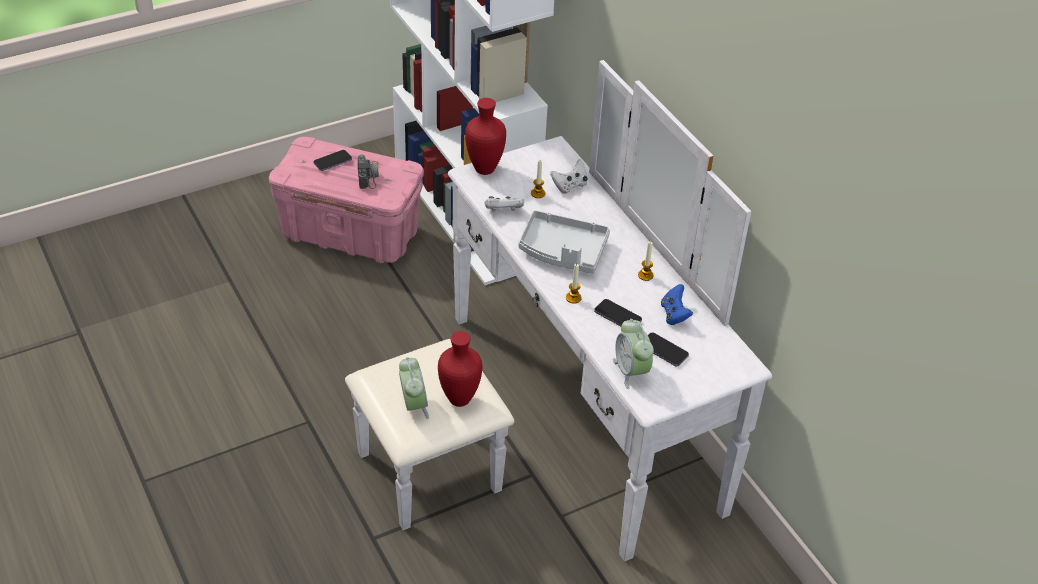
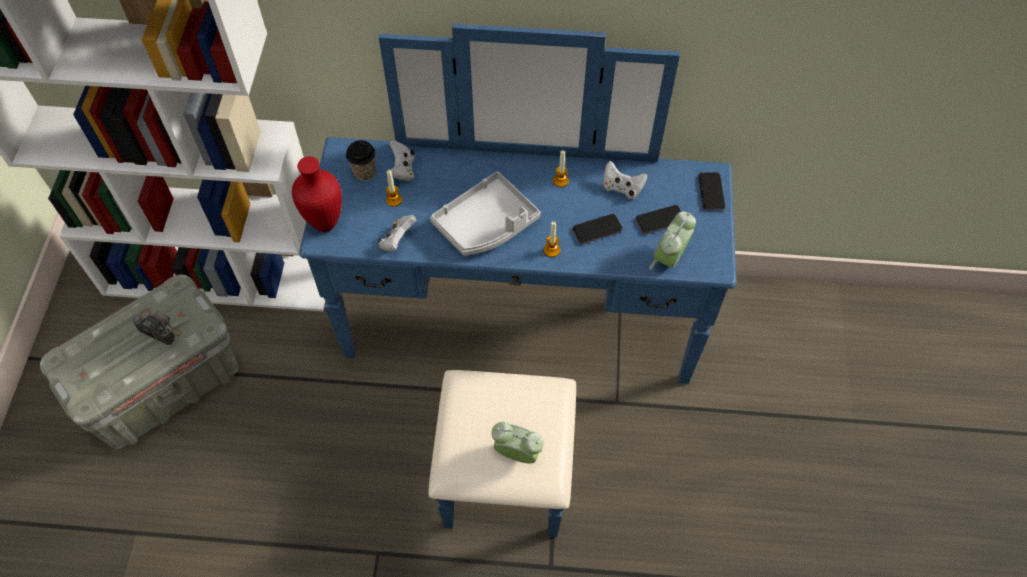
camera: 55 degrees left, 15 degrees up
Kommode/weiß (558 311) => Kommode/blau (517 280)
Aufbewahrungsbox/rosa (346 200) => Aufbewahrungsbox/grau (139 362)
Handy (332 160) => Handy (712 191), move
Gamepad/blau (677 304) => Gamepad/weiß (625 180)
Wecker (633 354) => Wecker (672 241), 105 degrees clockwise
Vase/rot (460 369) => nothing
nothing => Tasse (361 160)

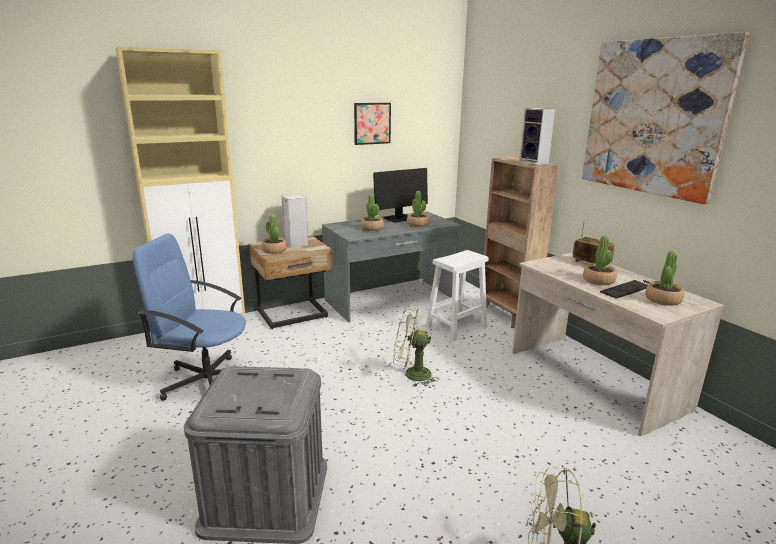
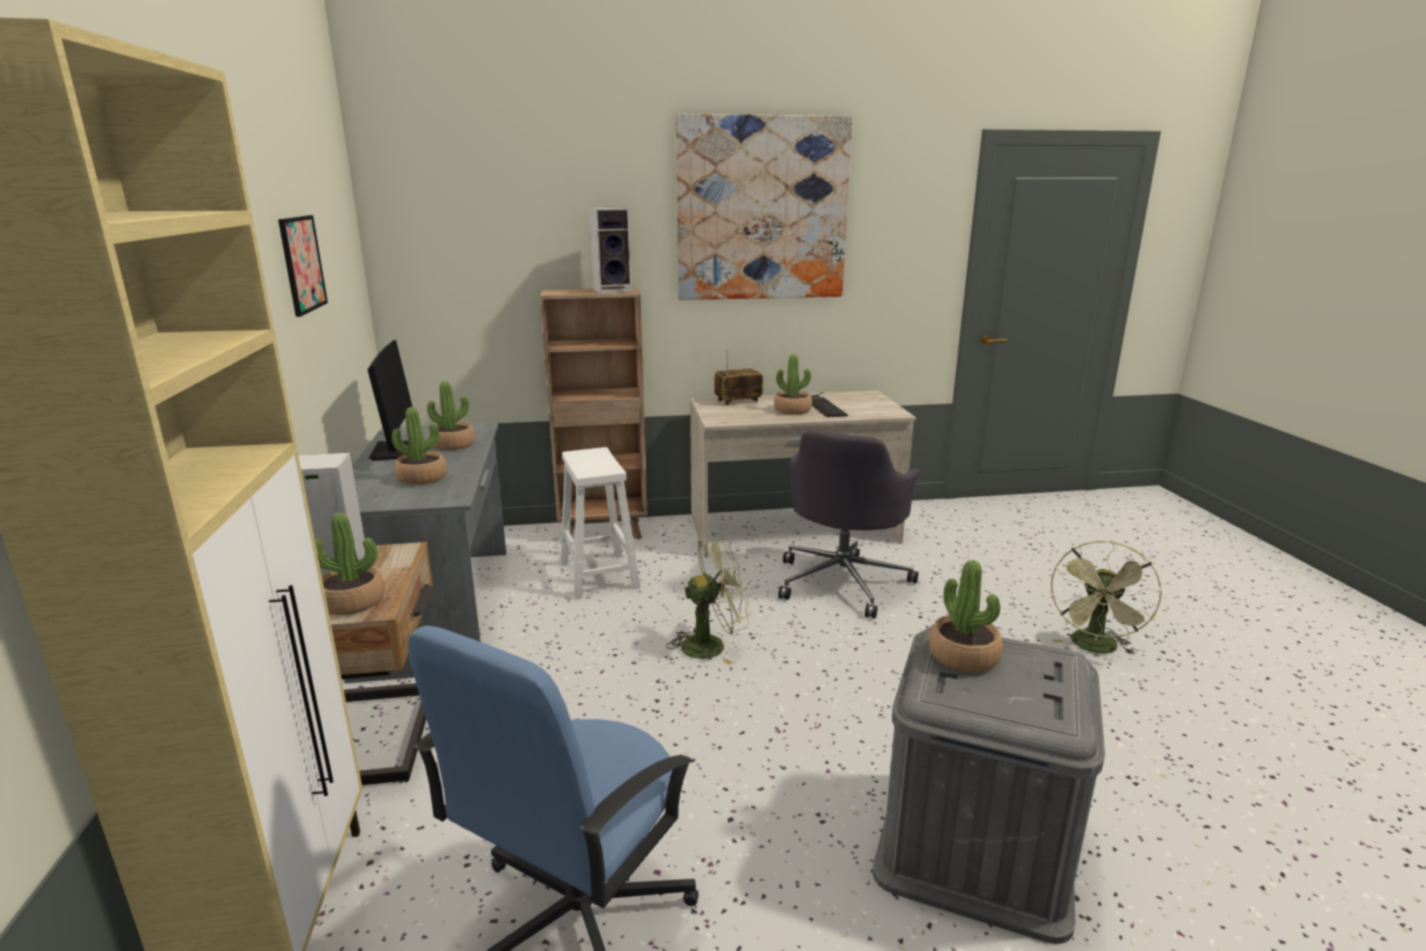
camera: 70 degrees left, 0 degrees up
Topfpflanze (664 278) => Topfpflanze (966 616), move
Ventilator/grün (416 347) => Ventilator/grün (708 600), 135 degrees counterclockwise
nothing => Bürostuhl/grau (849 524)

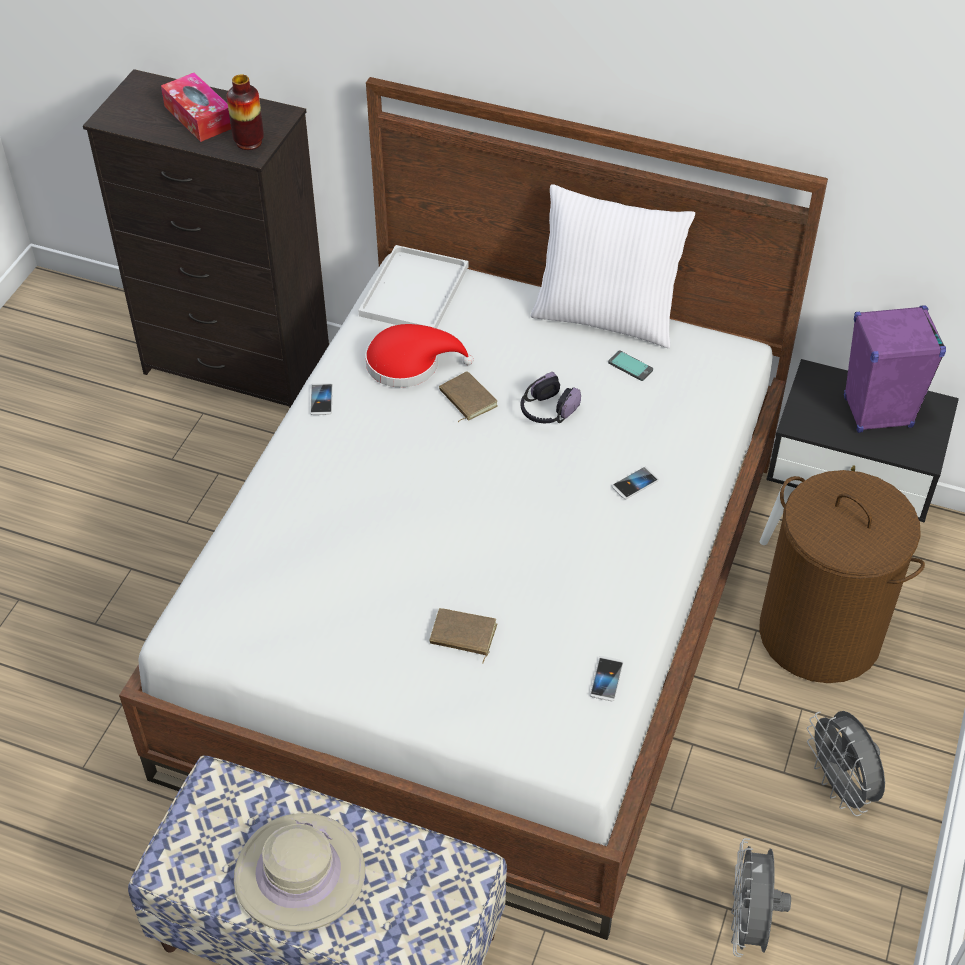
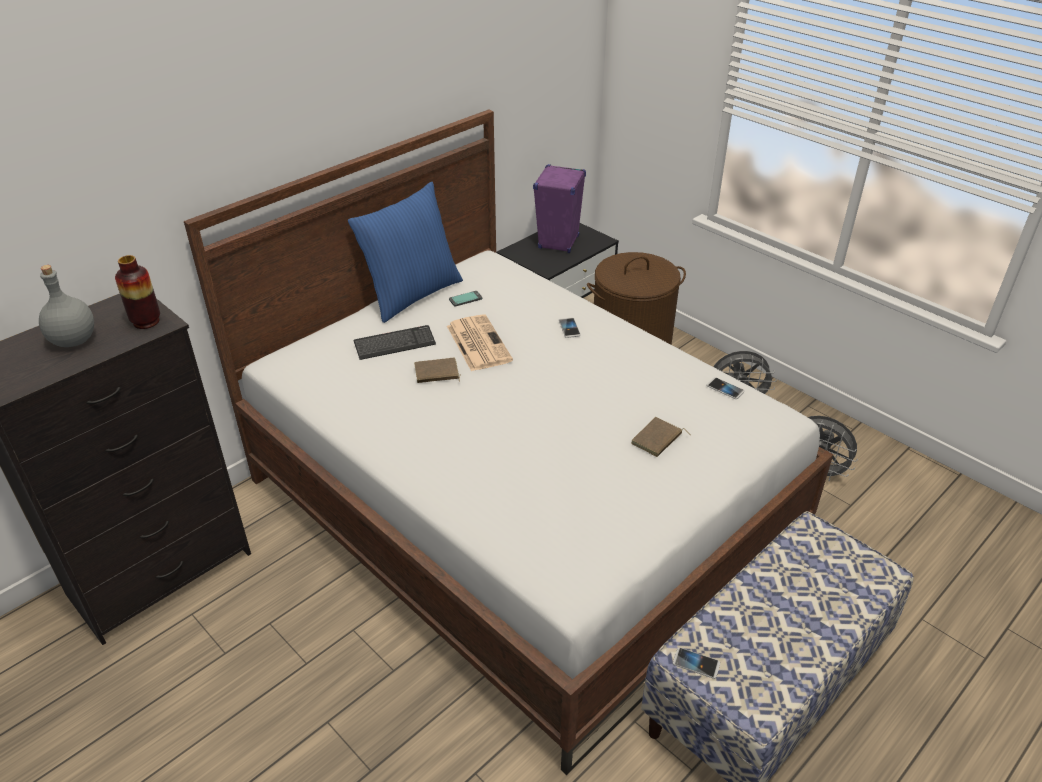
camera: 65 degrees left, 10 degrees down
Taschentuchbox (196 107) => Flasche/grau (66 306)
Kissen/weiß (613 266) => Kissen/blau (405 252)
Tablett/weiß (413 286) => nothing
Hut/rot (419 355) => nothing
Kopfhörer (550 397) => Zeitung (480 342)
Handy (321 399) => Handy (696 663), move
Hut/beige (299 872) => nothing
nothing => Tastatur (395 342)

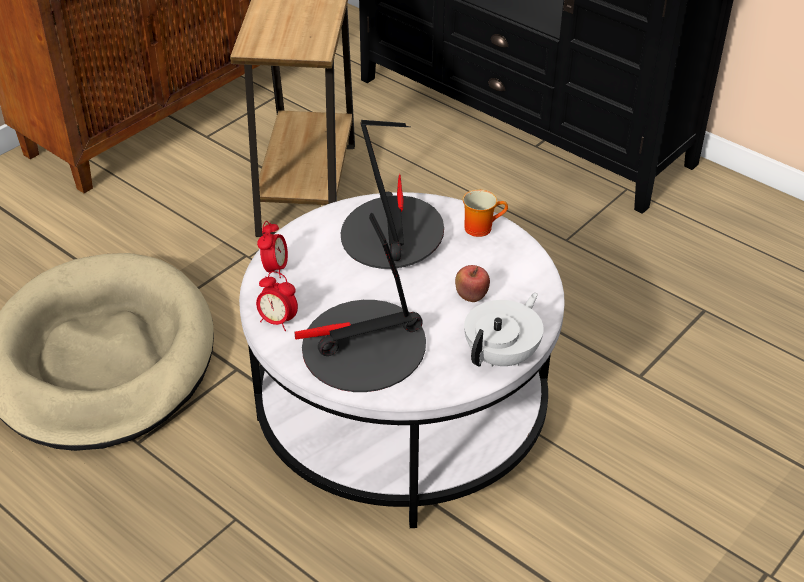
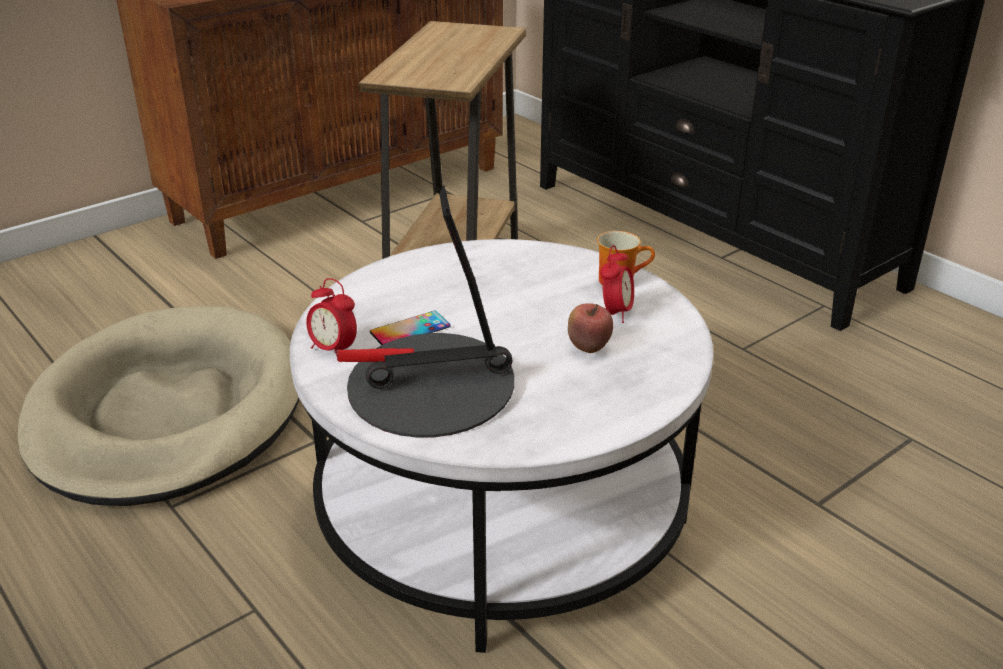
camera: 10 degrees right, 10 degrees down
Tischlampe (392 194) => nothing
Wecker (272 249) => Wecker (617 284), move
Teekanne/weiß (504 330) => nothing
nothing => Handy (410 328)

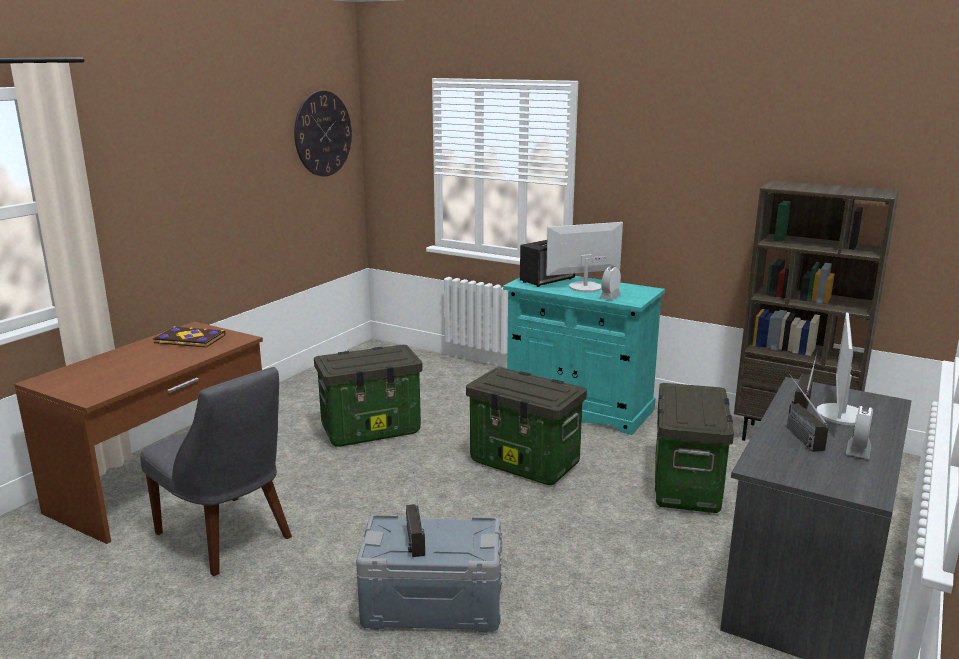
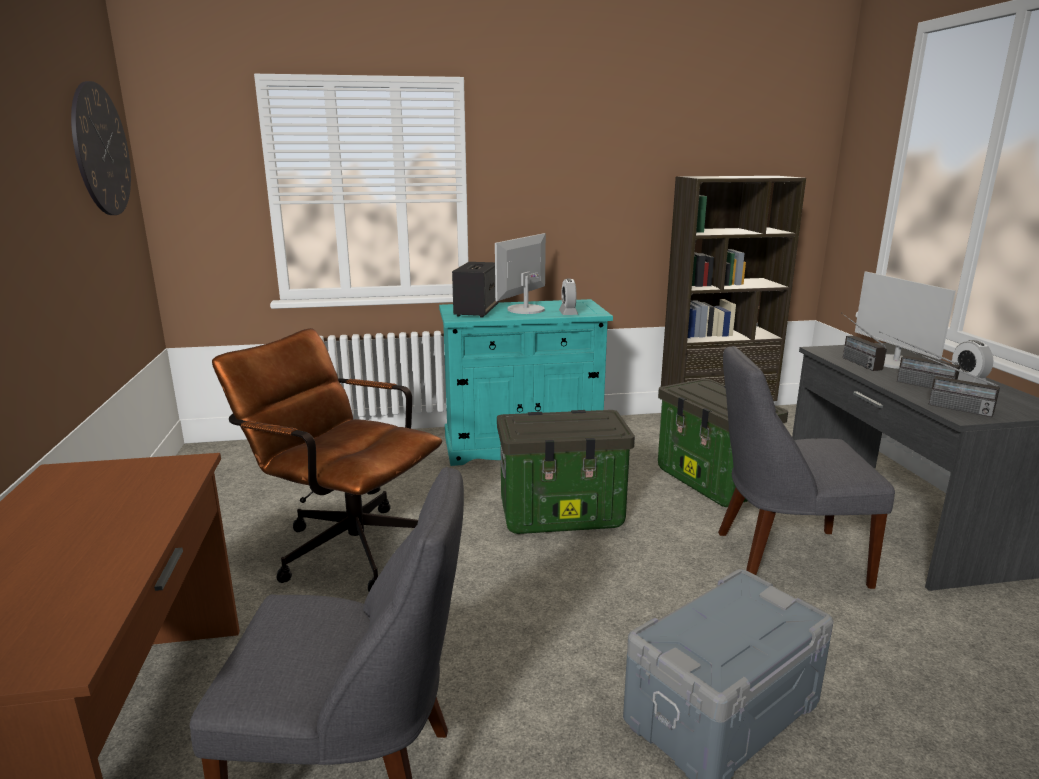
camera: 40 degrees left, 0 degrees up
Buch (189 337) => nothing
Aufbewahrungsbox (368 396) => Bürostuhl/braun (327 460)
Radio (415 514) => Radio (953 383), move
nothing => Stuhl/grau (806 467)

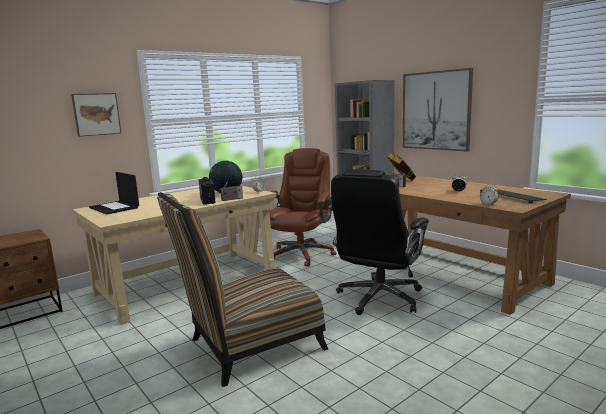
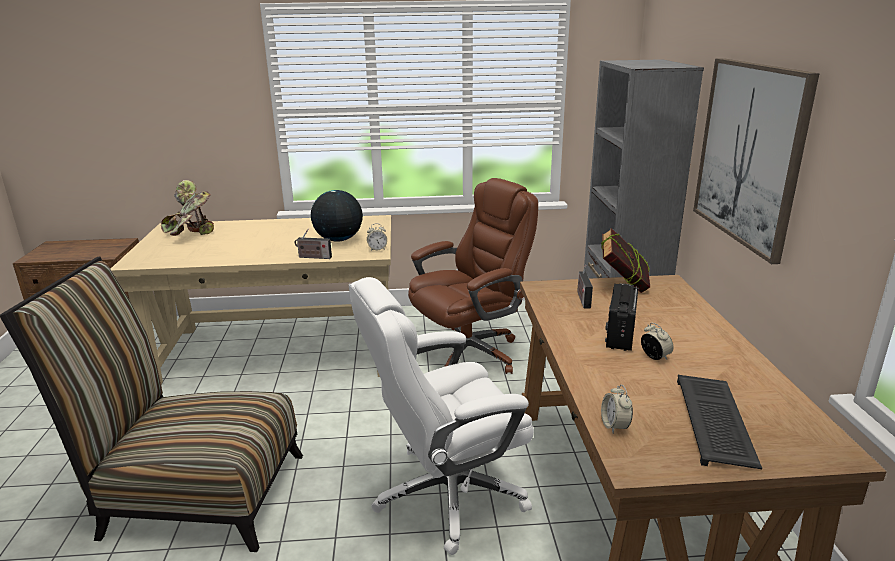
camera: 35 degrees right, 10 degrees up
Bild (96 115) => nothing
Bürostuhl/schwarz (380 242) => Bürostuhl/weiß (441 416)
Laptop (114 193) => Topfpflanze (187 208)
Radio (207 191) => Radio (621 317), move

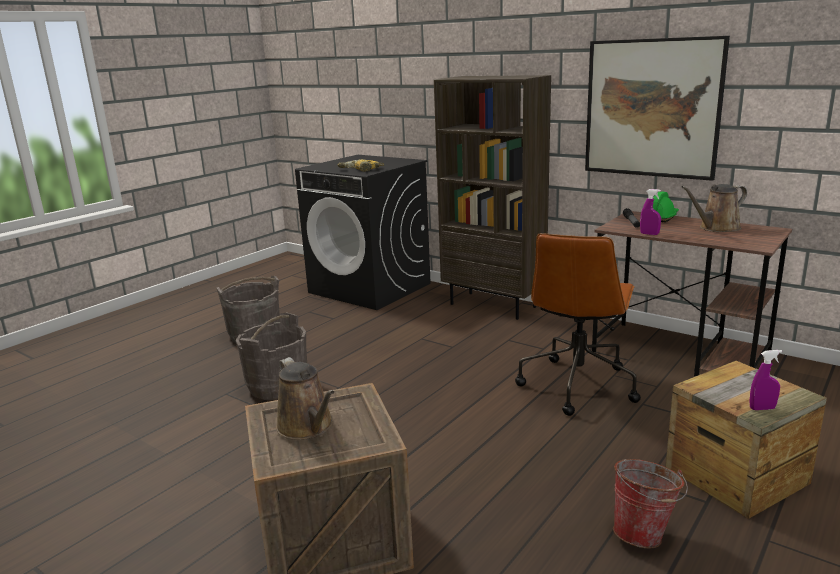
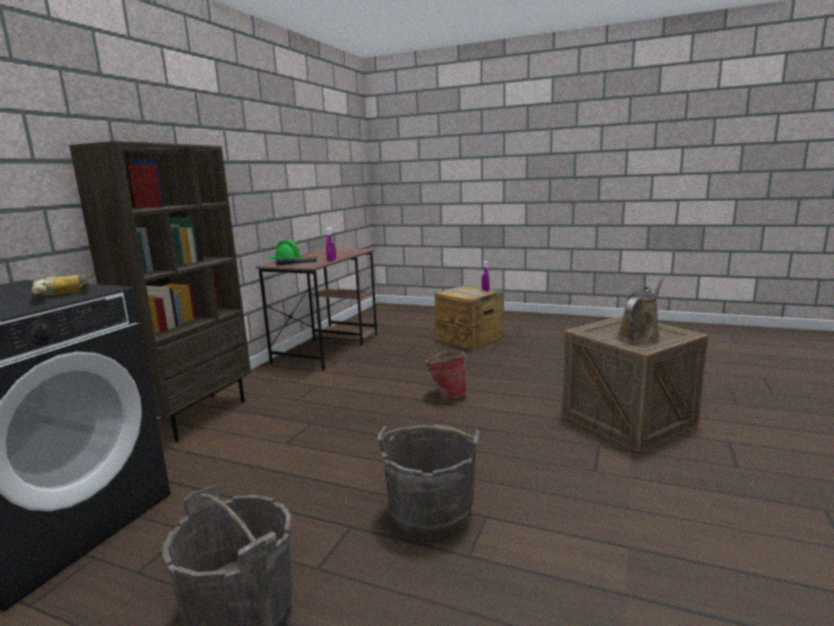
camera: 105 degrees left, 5 degrees down
Bild (657 108) => nothing
Gießkanne/braun (714 208) => nothing
Bürostuhl/braun (578 324) => nothing
Eimer (650 504) => Eimer (446 374), move

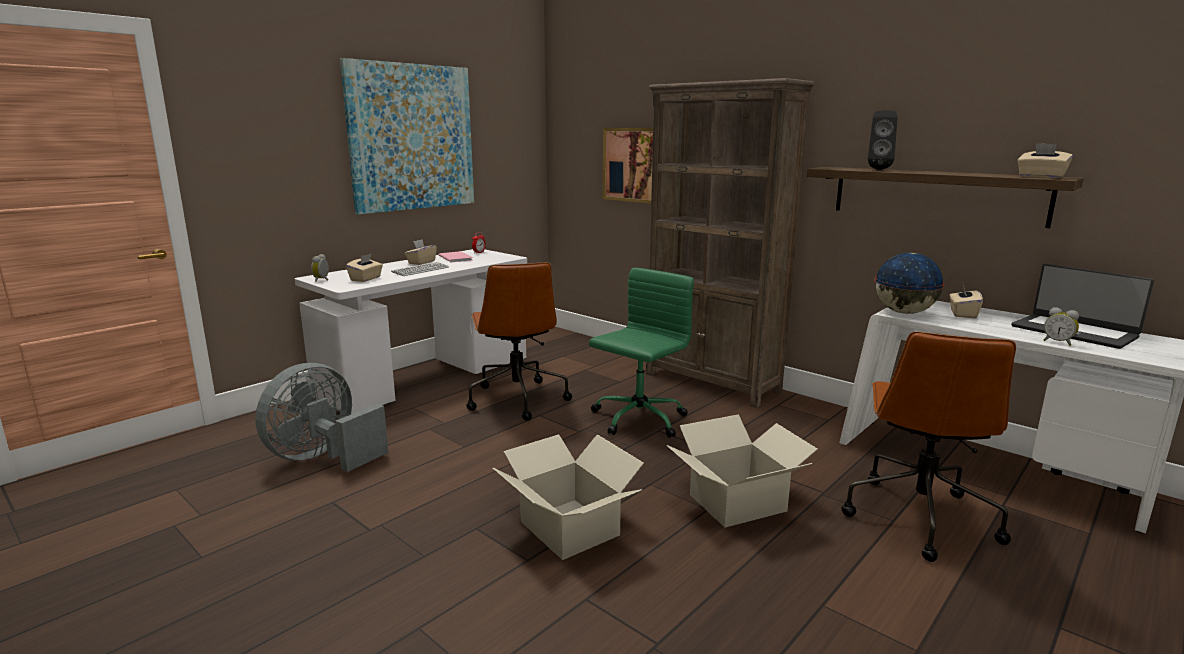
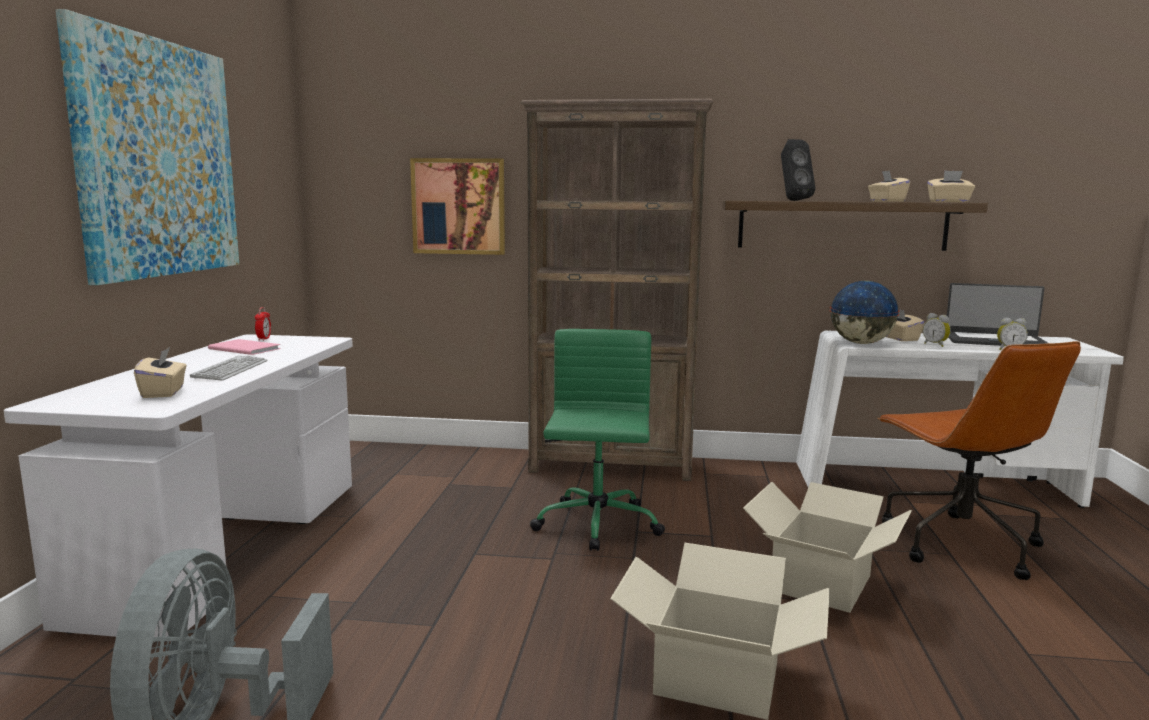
camera: 35 degrees left, 5 degrees down
Taschentuchbox/beige (421 252) => Taschentuchbox/beige (889 186), move
Wecker (320 268) => Wecker (937 330), move
Bürostuhl/braun (519 341) => nothing

